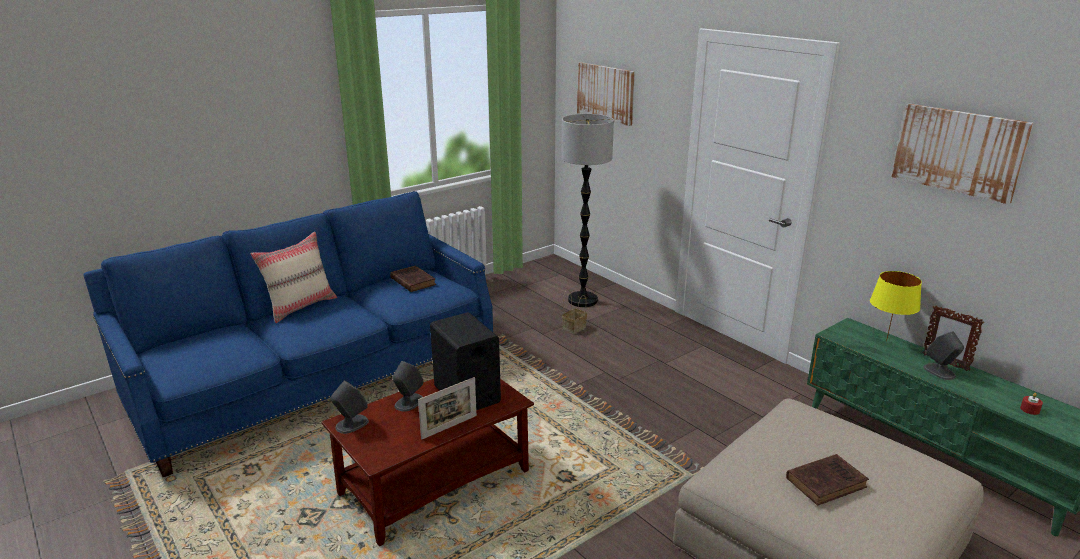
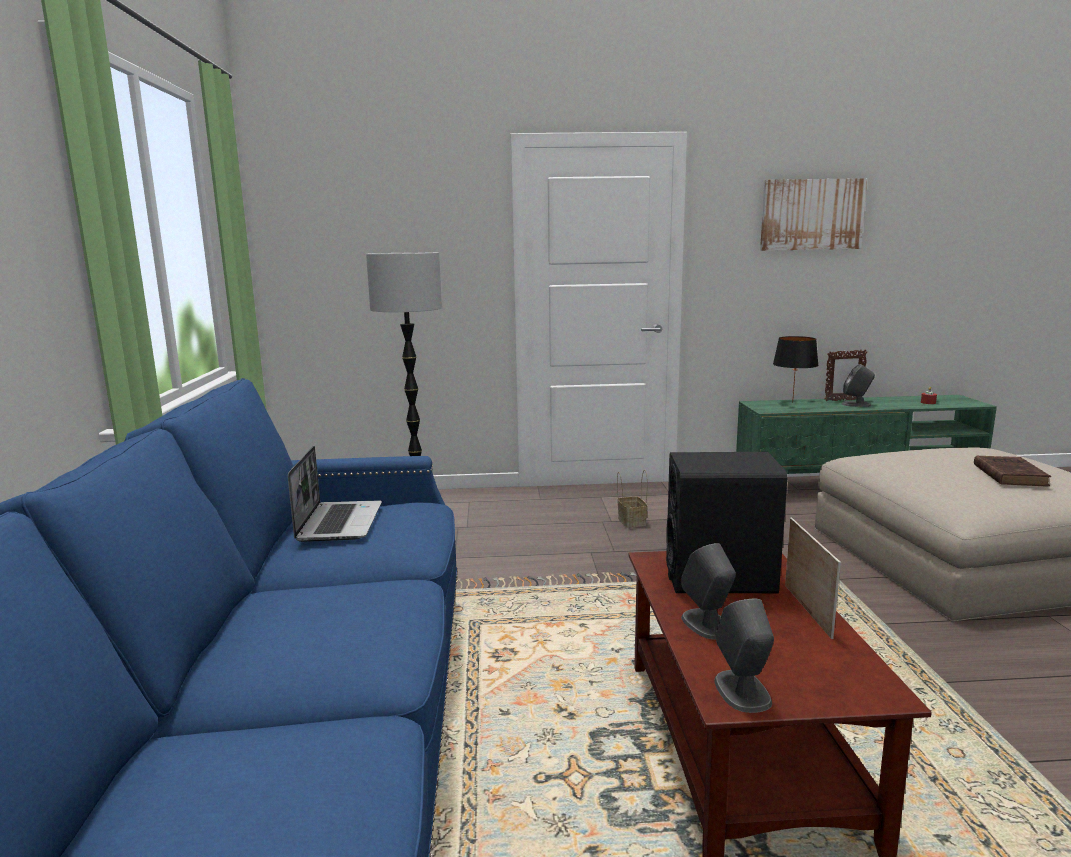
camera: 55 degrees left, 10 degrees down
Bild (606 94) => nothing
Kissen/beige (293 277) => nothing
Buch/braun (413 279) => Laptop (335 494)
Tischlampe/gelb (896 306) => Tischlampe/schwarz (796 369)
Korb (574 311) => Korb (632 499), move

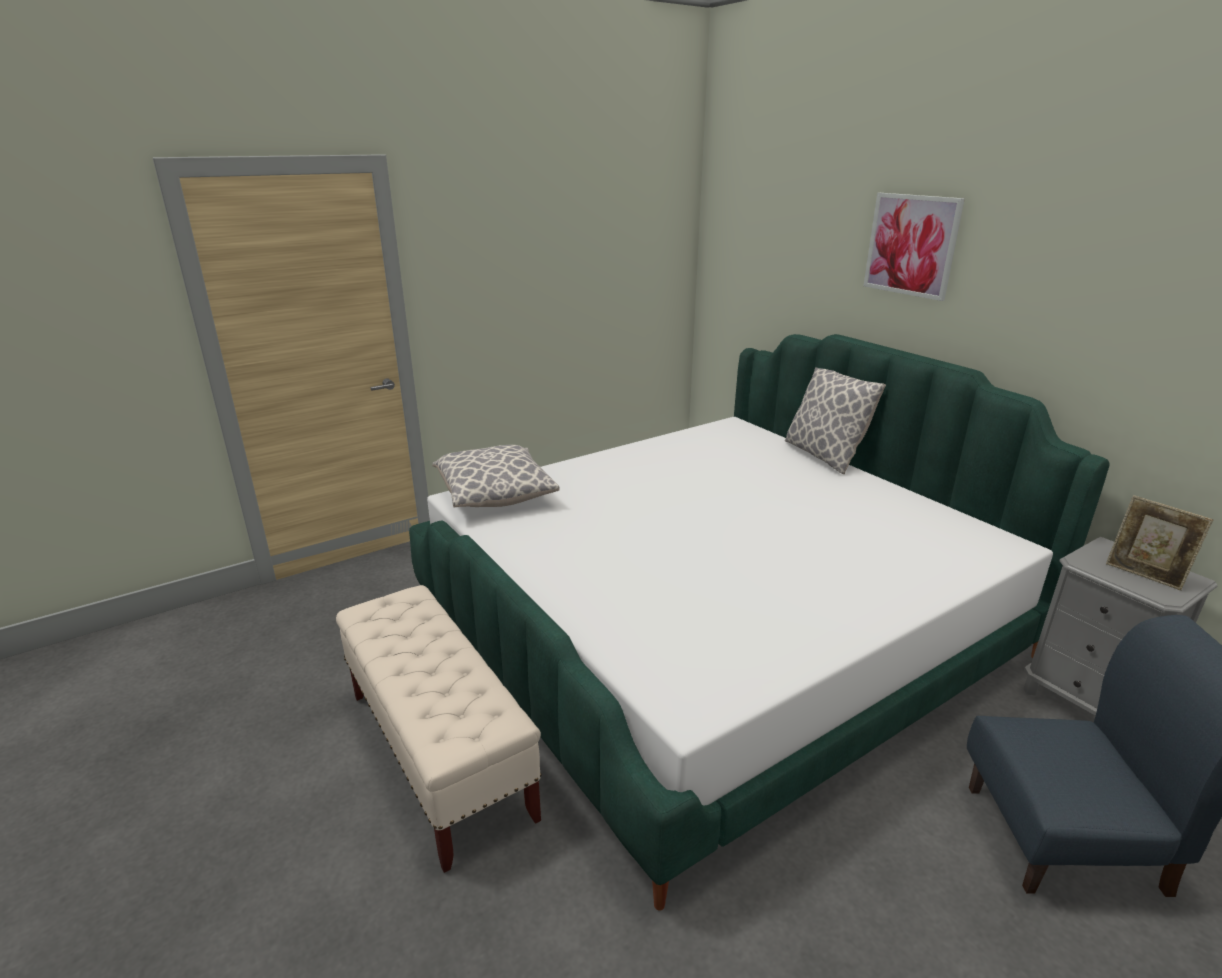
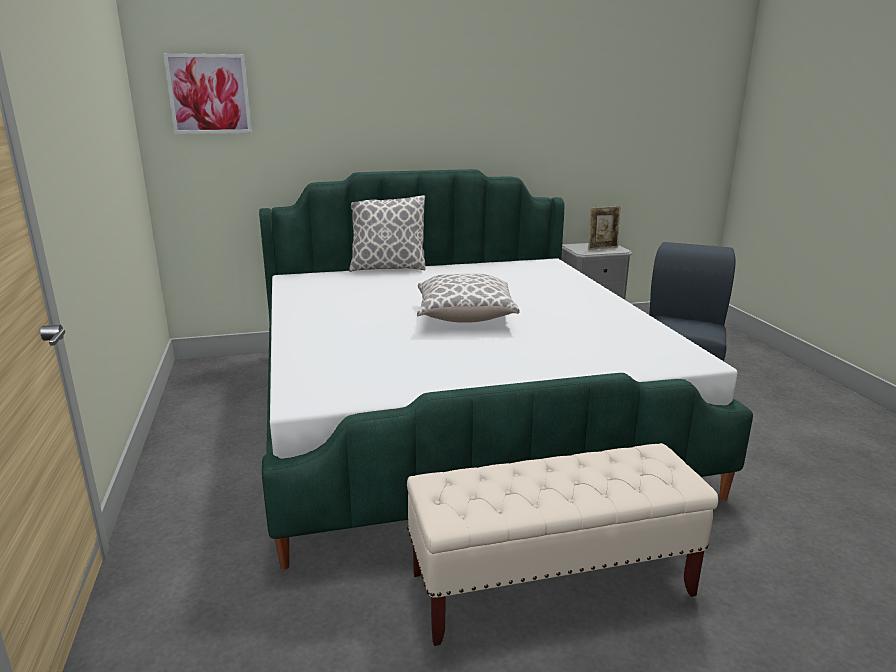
camera: 70 degrees left, 5 degrees down
Bild (914 247) => Bild (207 93), move
Kissen (496 476) => Kissen (468 298), move

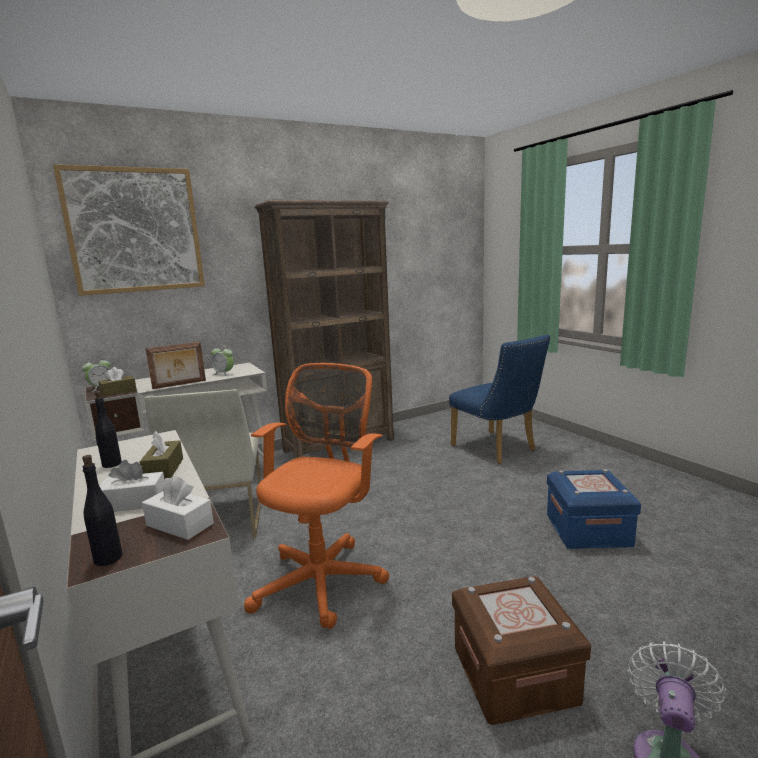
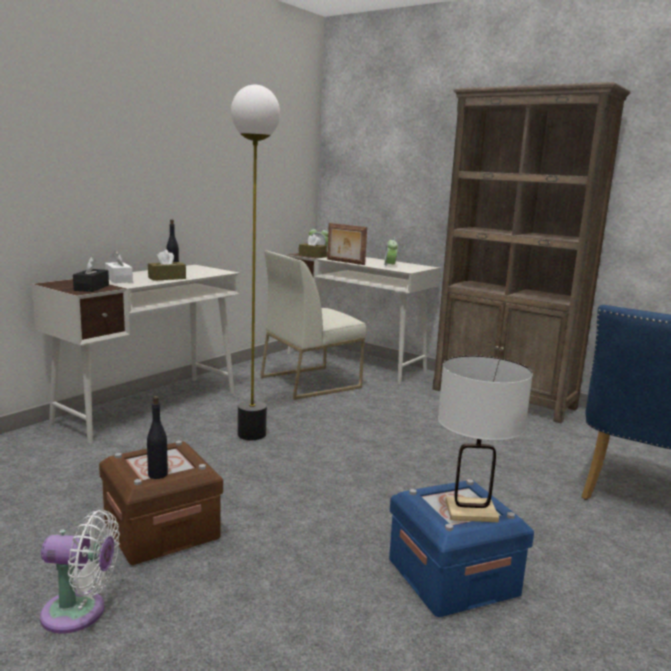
camera: 65 degrees right, 0 degrees up
Bild (129 230) => nothing
Bürostuhl/orange (316 496) => Stehlampe (255 262)
Flasche/schwarz (102 510) => Flasche/schwarz (157 437), move
Taschentuchbox/weiß (178 508) => Taschentuchbox/schwarz (91 274)
nothing => Tischlampe/weiß (485 439)

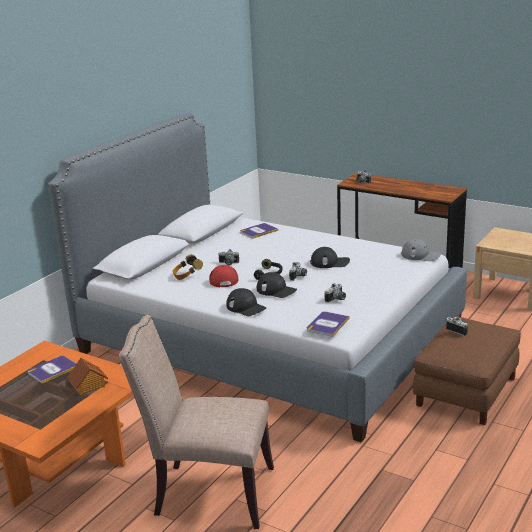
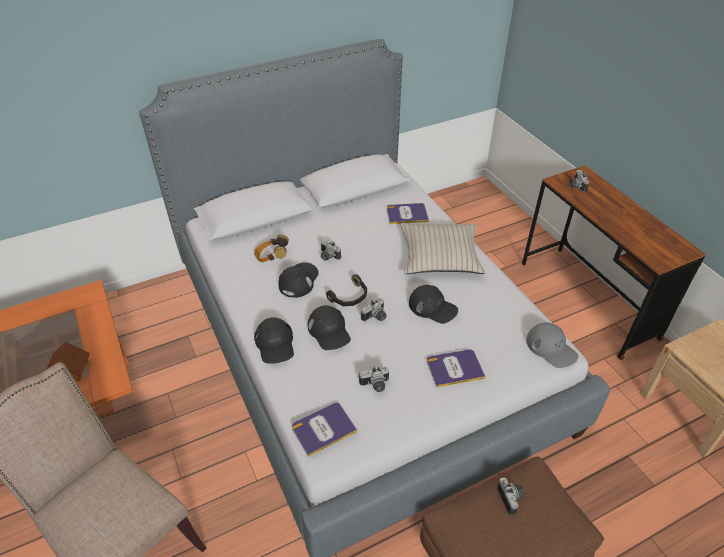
camera: 30 degrees right, 20 degrees up
Kappe/rot (223 276) => Kappe/schwarz (298 280)
Buch (52 369) => Buch (456 368), move
nothing => Kissen/beige (442 248)

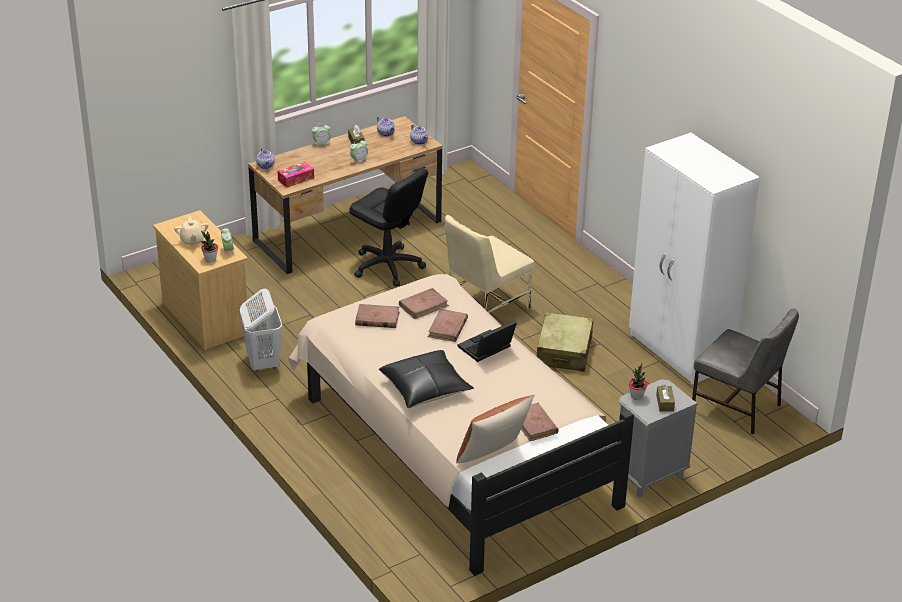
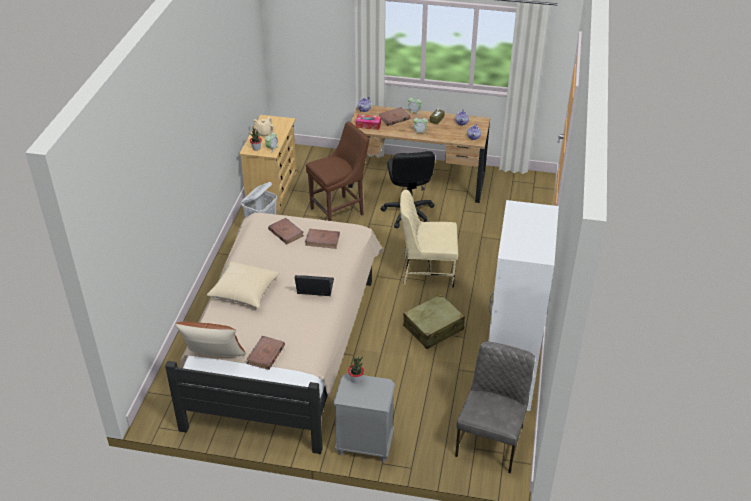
camera: 45 degrees right, 5 degrees up
Stuhl/grau (745 371) => Stuhl/grau (495 407), 150 degrees counterclockwise
Buch/braun (448 325) => Buch/braun (395 116), move
Kissen/schwarz (426 379) => Kissen/beige (243 285)
Taschentuchbox/braun (665 398) => nothing
nothing => Stuhl/braun (337 171)

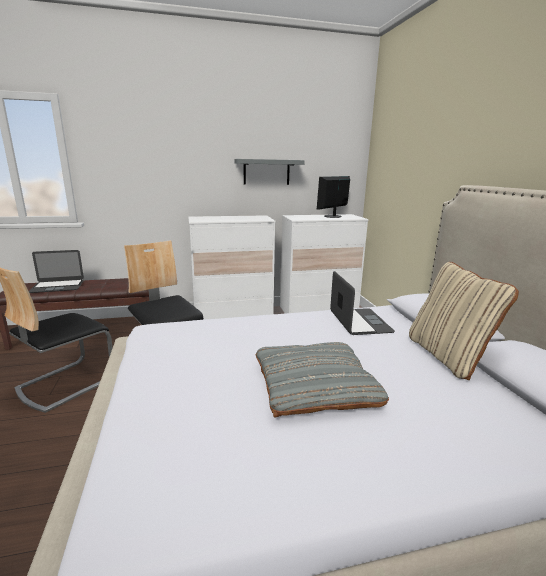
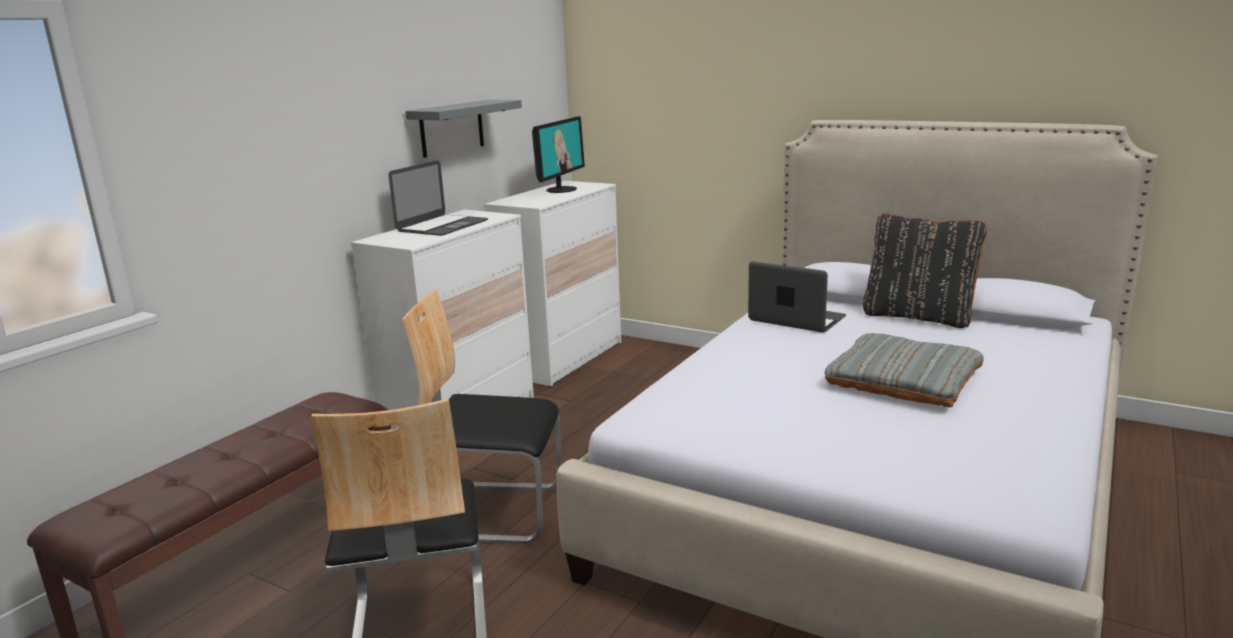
camera: 45 degrees left, 0 degrees up
Monitor (333 197) => Monitor (558 154), 150 degrees counterclockwise
Laptop (56 271) => Laptop (438 198), move
Kissen/beige (464 321) => Kissen/schwarz (925 270)

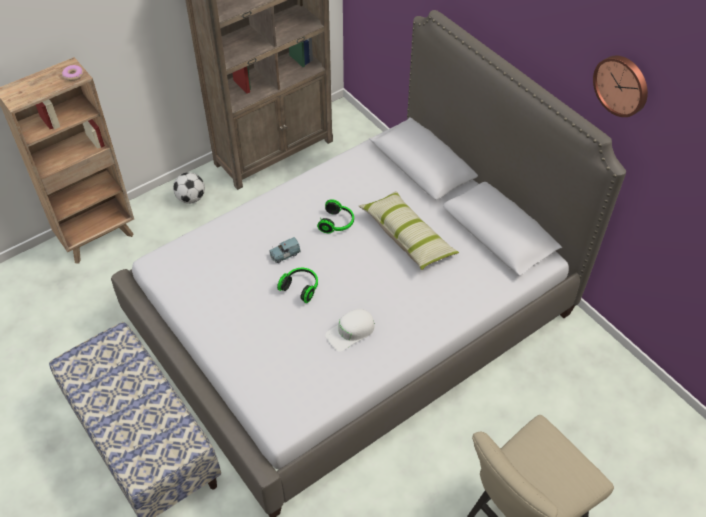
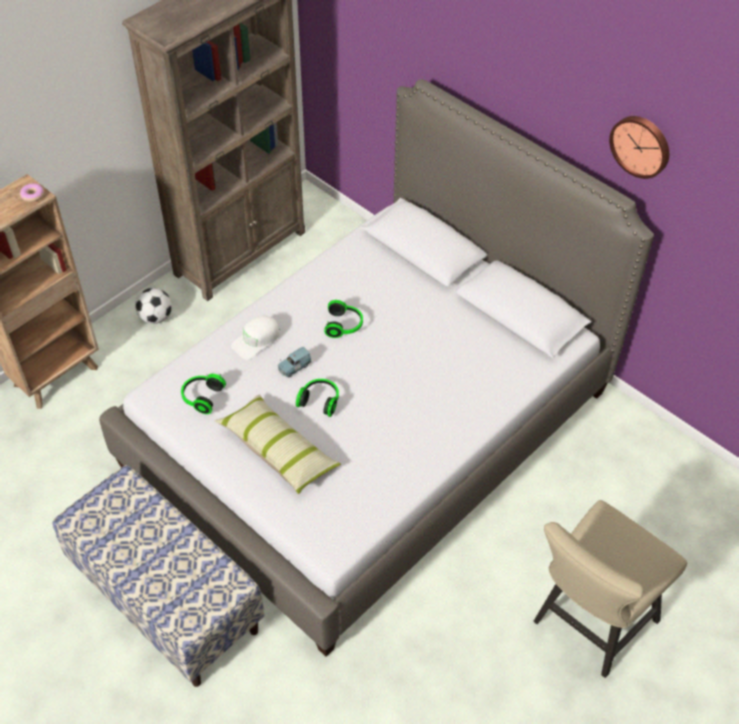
camera: 10 degrees left, 0 degrees up
Kissen (409 230) => Kissen (278 444), move
Kappe/weiß (350 330) => Kappe/weiß (255 338), move
nothing => Kopfhörer (203 394)

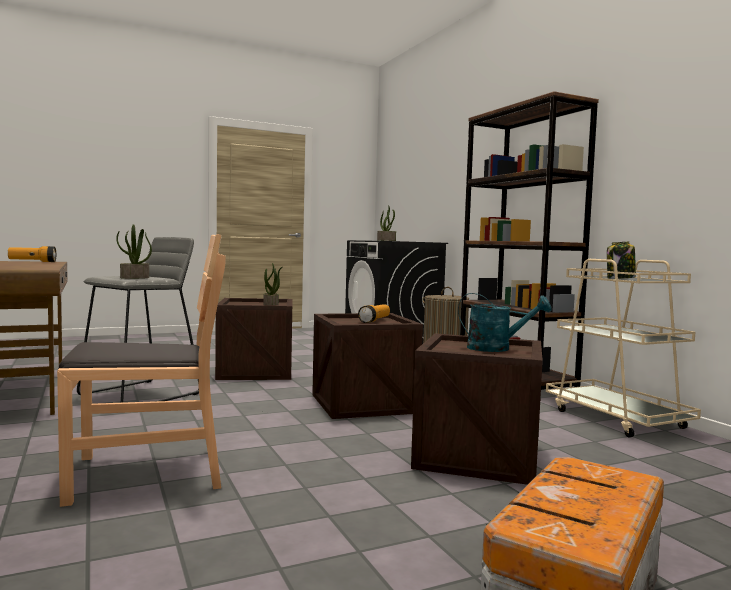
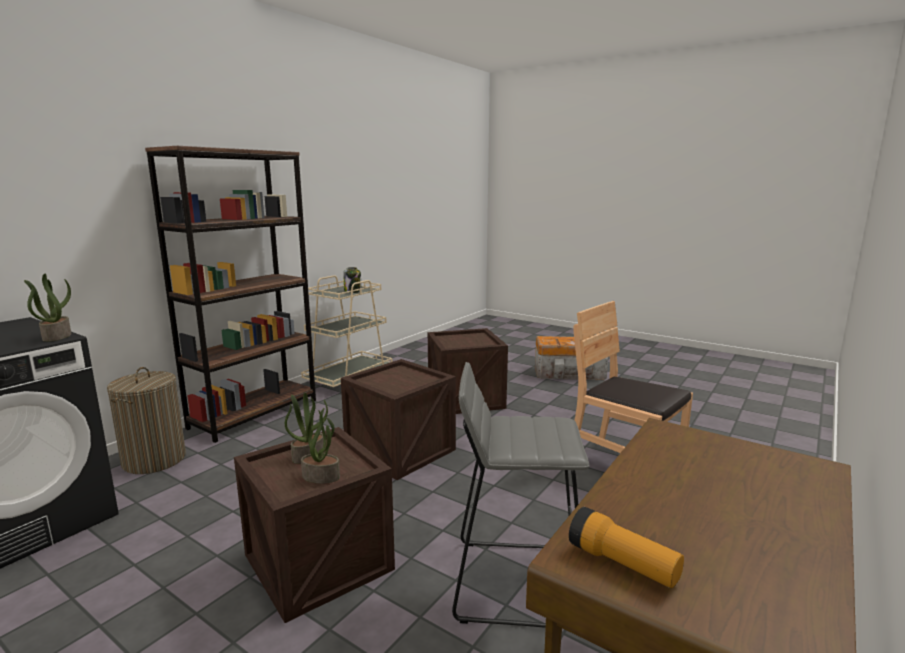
camera: 120 degrees left, 10 degrees up
Topfpflanze (134 251) => Topfpflanze (320 446), move
Gießkanne/türkis (505 322) => nothing
Taschenlampe (374 313) => nothing

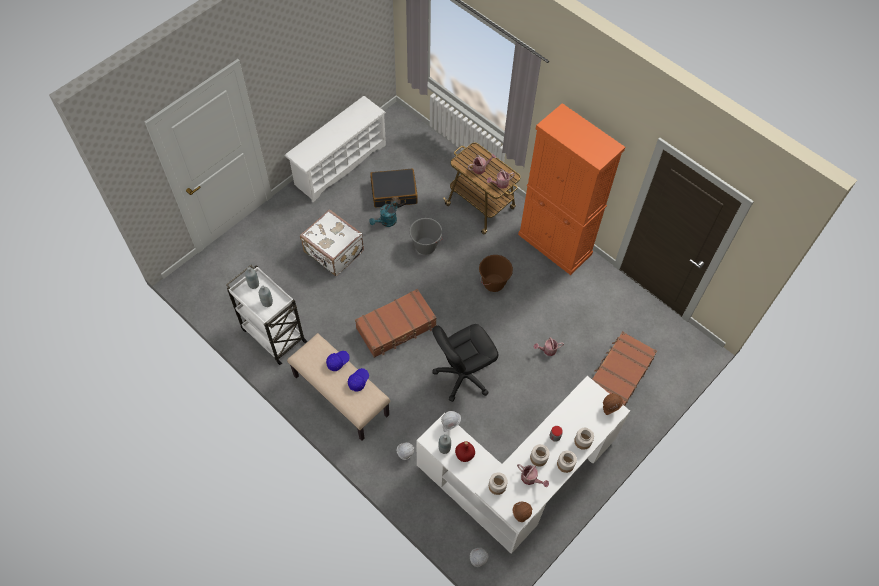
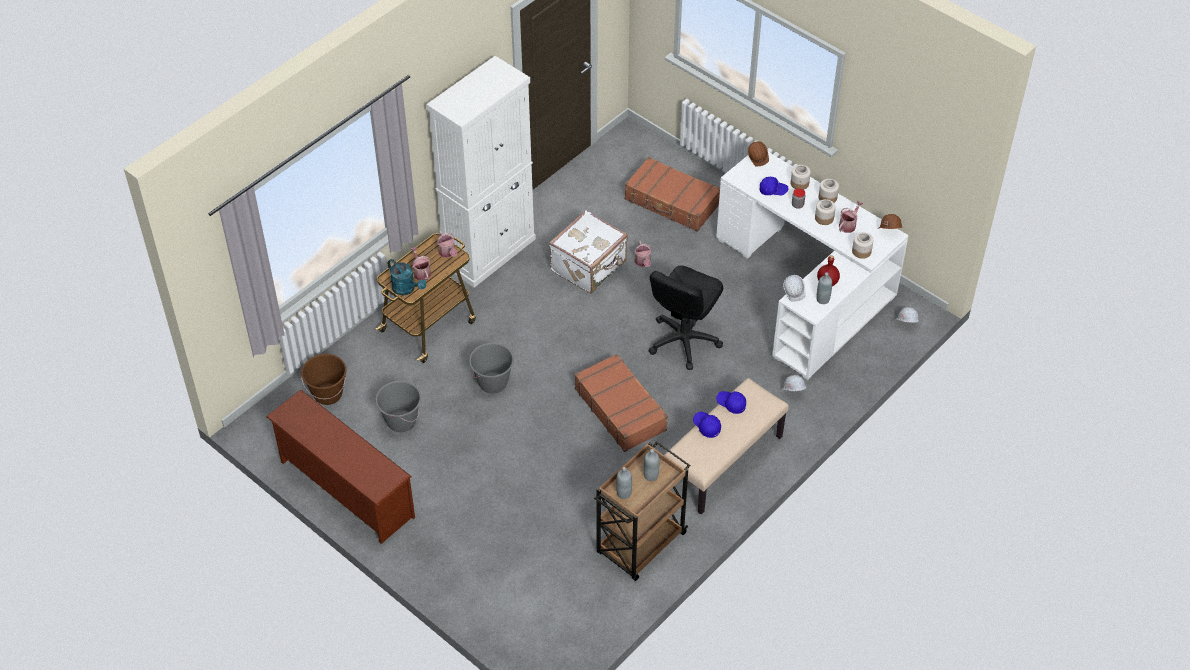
camera: 90 degrees left, 10 degrees down
Schuhregal/weiß (335 149) => Schuhregal/braun (340 467)
Schrank/orange (571 189) => Schrank/weiß (481 172)
Koffer/schwarz (394 188) => Eimer/grau (398 406)
Gießkanne/türkis (383 214) => Gießkanne/türkis (406 277), move
Koffer/weiß (332 242) => Koffer/weiß (588 251), move
Eimer/braun (496 273) => Eimer/braun (323 379), move
Rollwagen/weiß (267 315) => Rollwagen/braun (642 511)
Bürostuhl/schwarz (465 363) => Bürostuhl/schwarz (685 317), 60 degrees clockwise
nothing => Kappe/blau (774 186)

